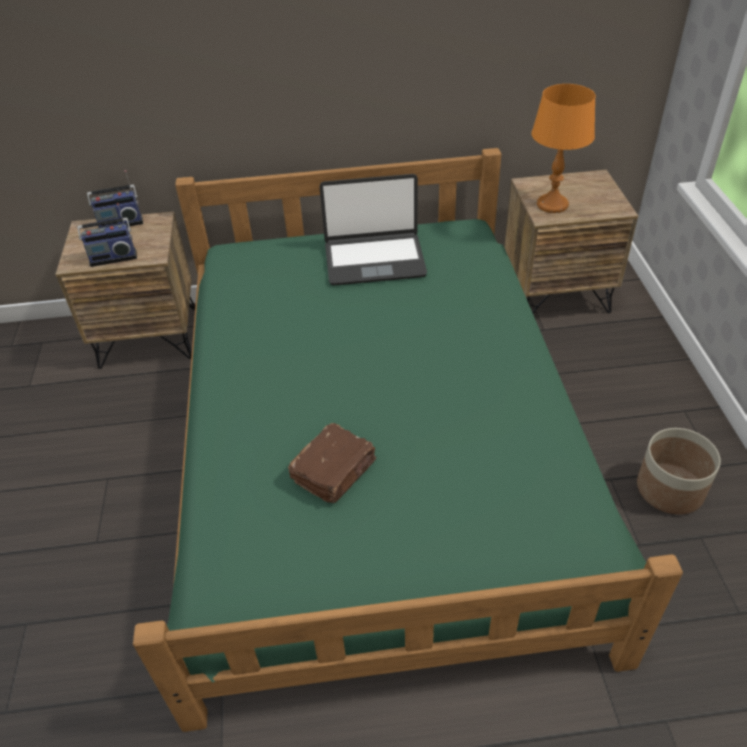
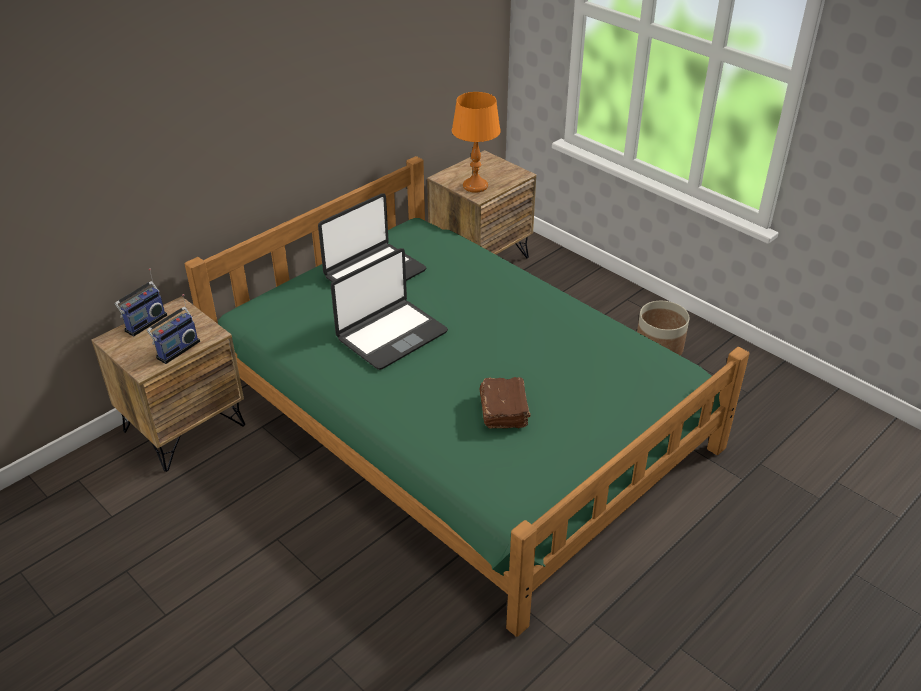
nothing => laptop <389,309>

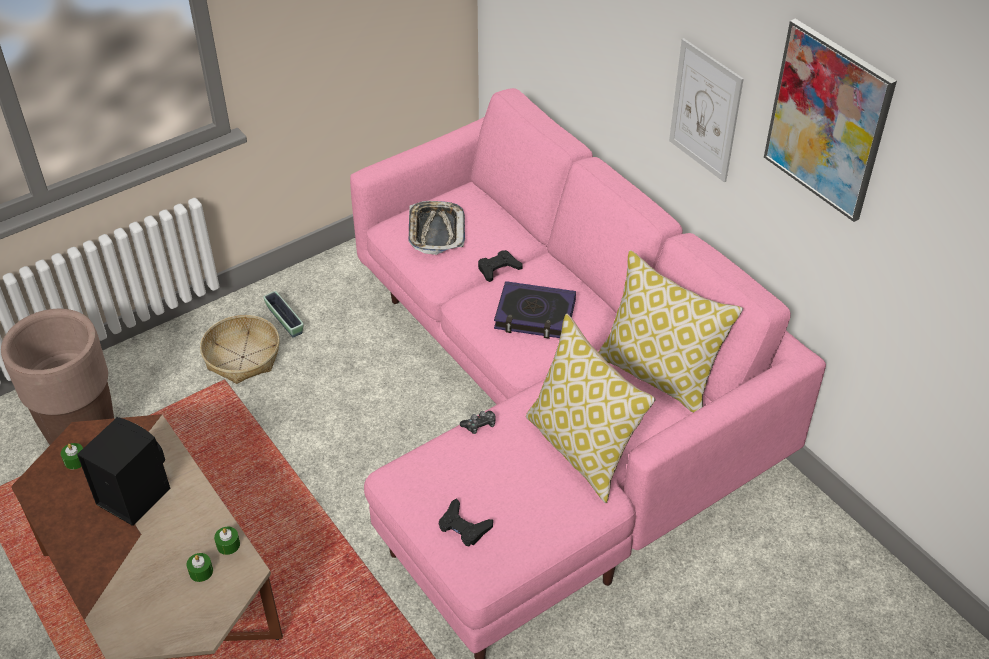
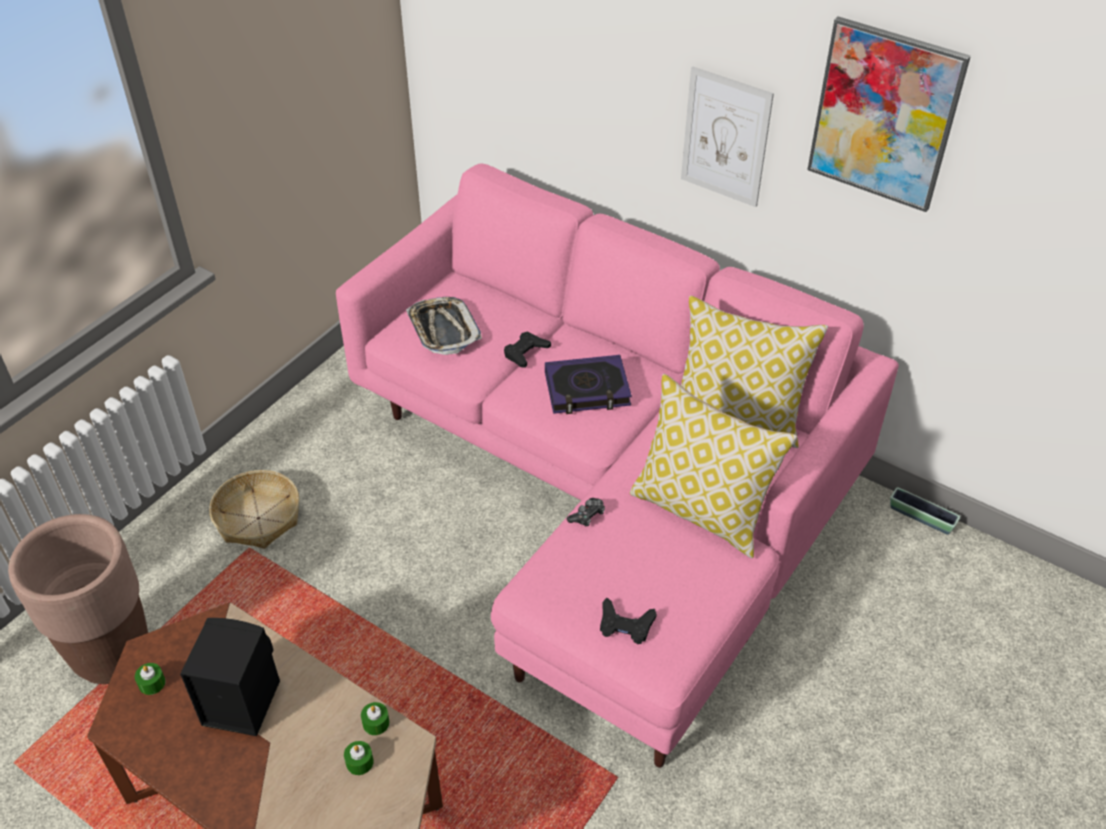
planter <283,314> => planter <925,511>, moved

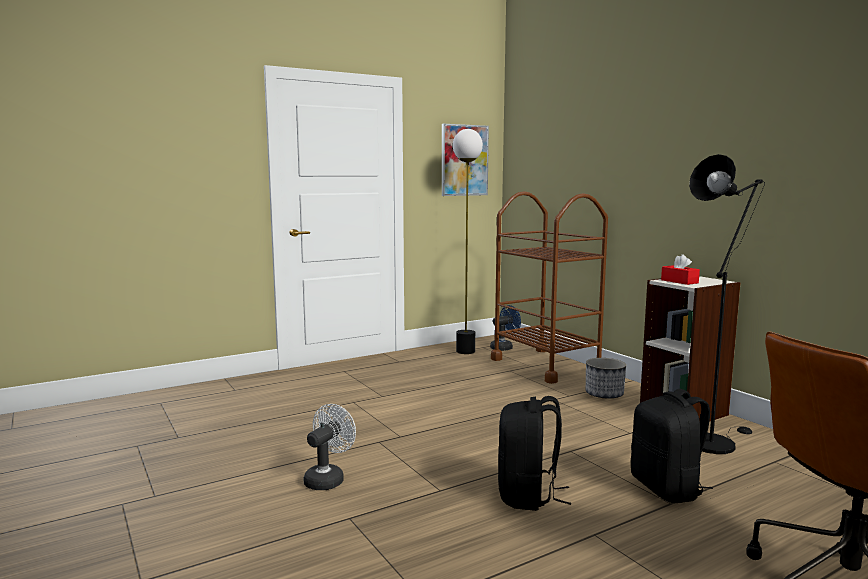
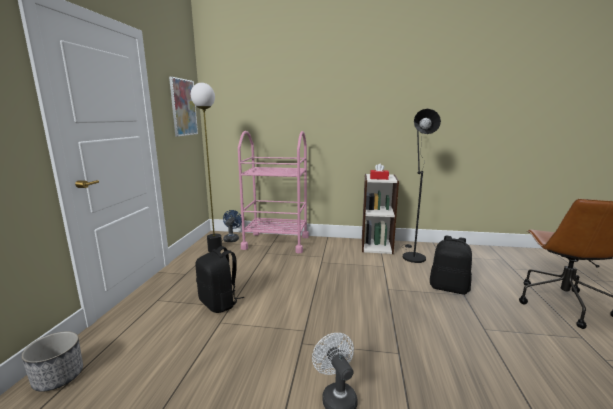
brown cart <549,287> => pink cart <273,192>
planter <606,378> => planter <52,361>, moved
black backpack <534,453> => black backpack <219,279>, moved

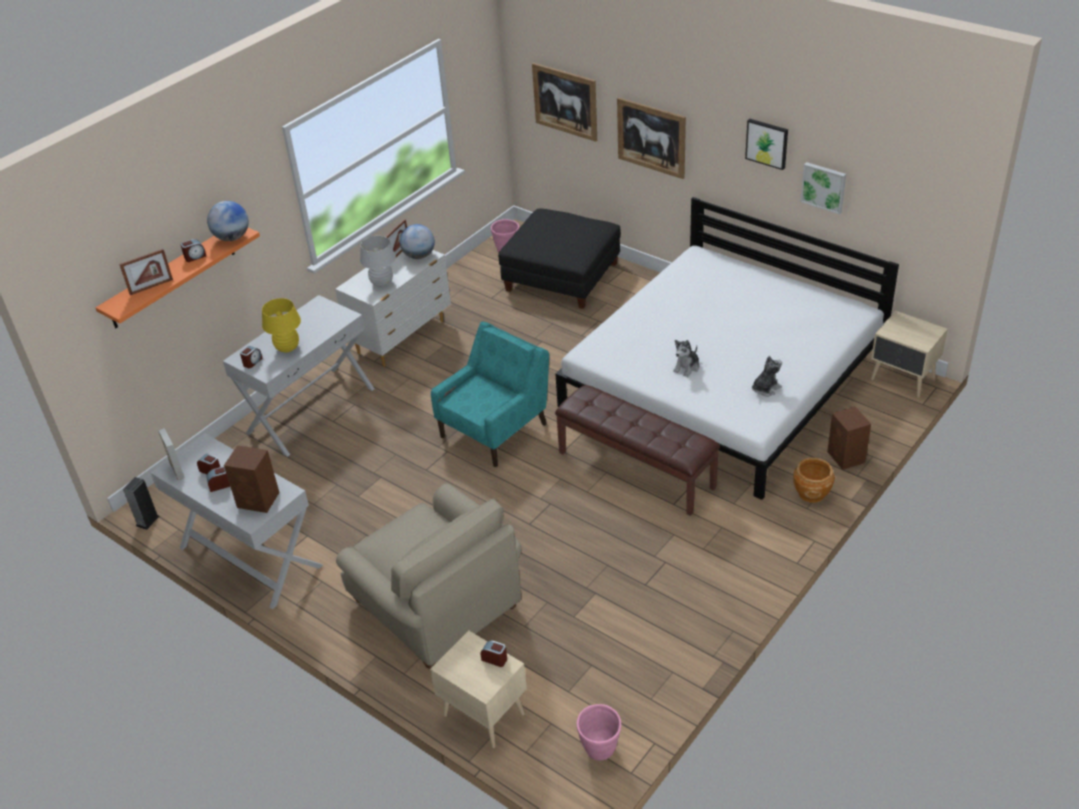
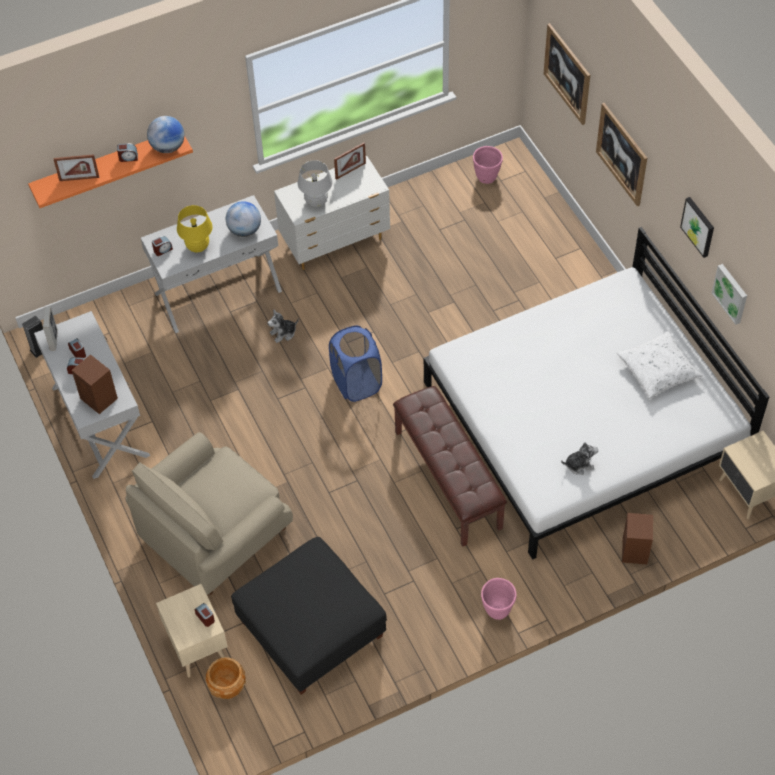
black ottoman <559,258> => black ottoman <309,616>, moved
globe <417,241> => globe <243,219>, moved
turquoise armchair <490,394> => blue laundry basket <355,363>
plush toy <686,358> => plush toy <283,326>, moved
brown planter <814,480> => brown planter <226,678>, moved
beige armchair <429,576> => beige armchair <209,513>, 60 degrees clockwise
pink planter <598,732> => pink planter <499,599>, moved
nothing => white pillow <660,365>

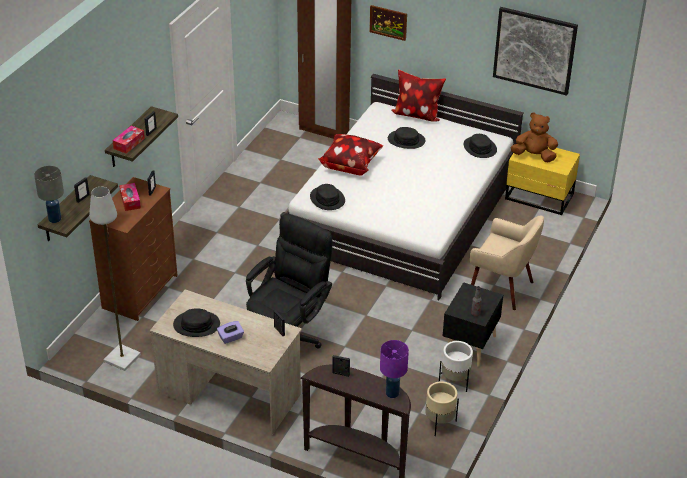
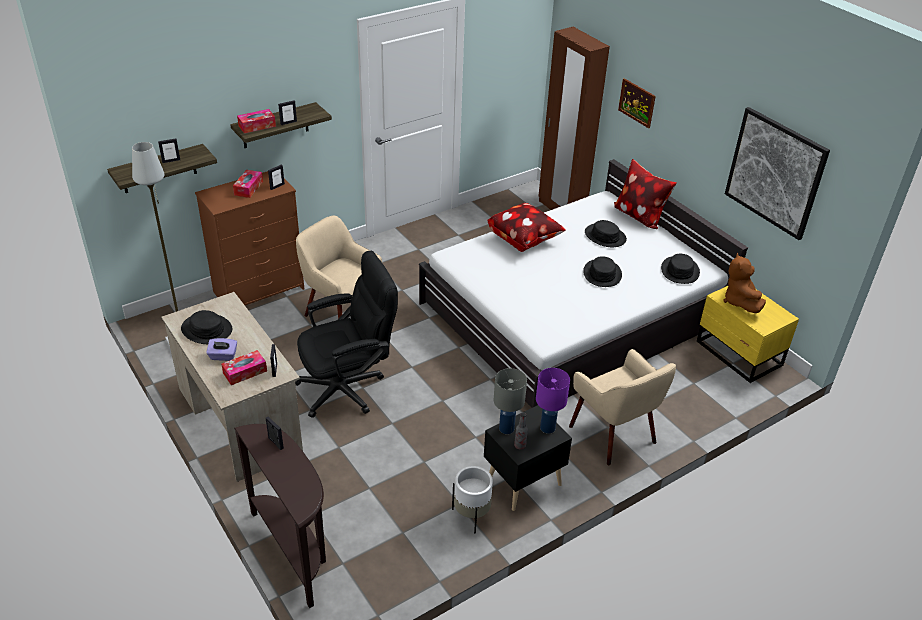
brown plush toy <534,137> => brown plush toy <745,283>, 135 degrees counterclockwise
grey table lamp <49,194> => grey table lamp <510,401>, moved
black hat <327,197> => black hat <602,271>, moved
purple table lamp <394,369> => purple table lamp <553,401>, moved
beige planter <442,408> => nothing
nothing => beige armchair <339,267>
nothing => tissue box <244,367>

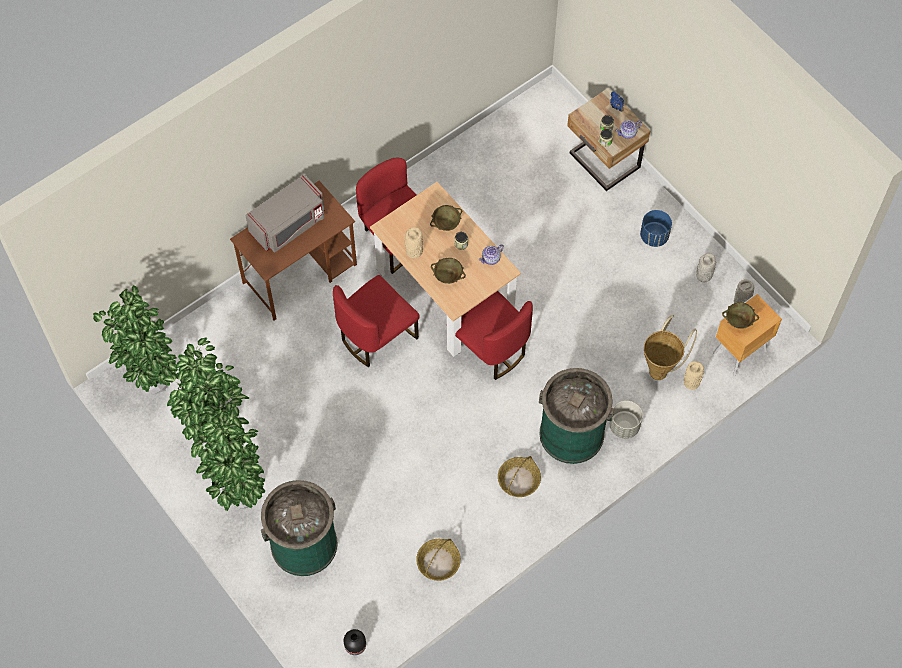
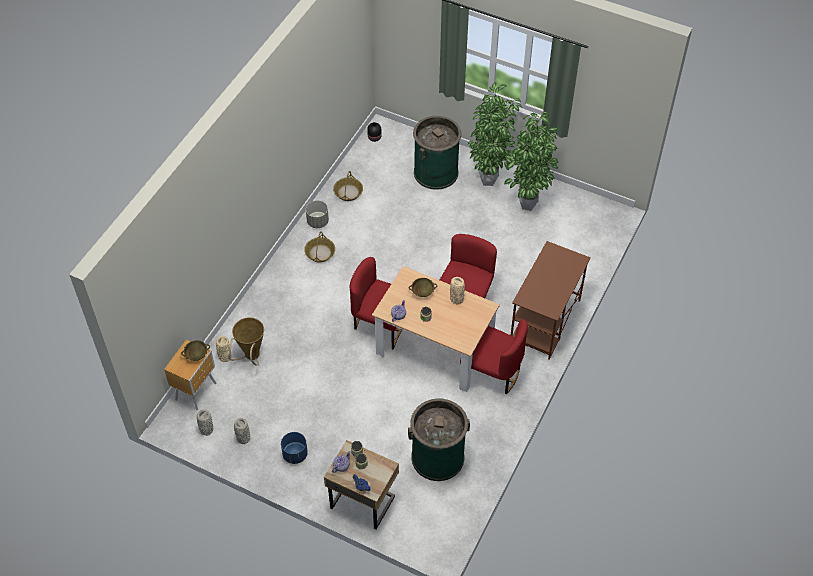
grey microwave <285,213> => nothing
beige bowl <446,218> => nothing
potted plant <135,339> => nothing
green trash can <576,416> => green trash can <439,439>, moved
grey planter <626,420> => grey planter <317,214>, moved

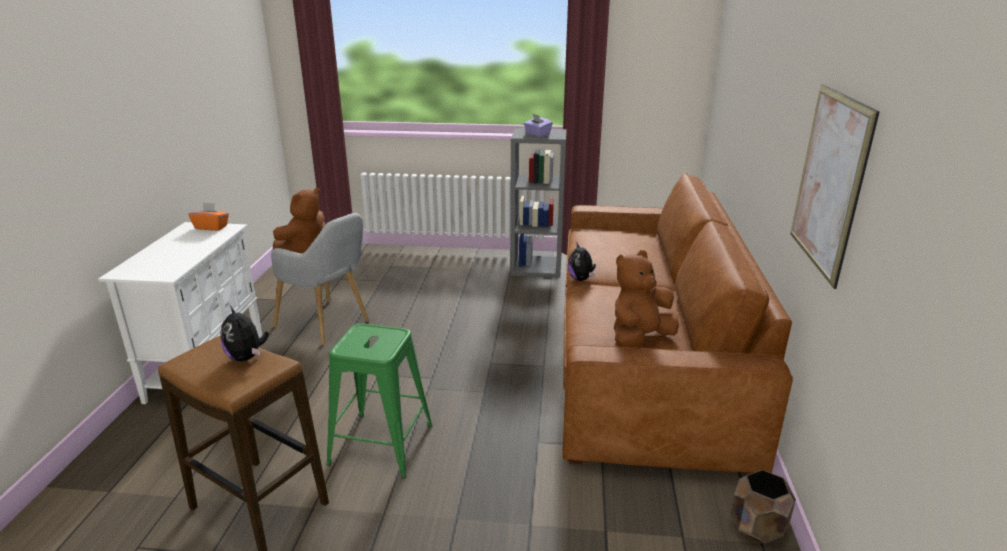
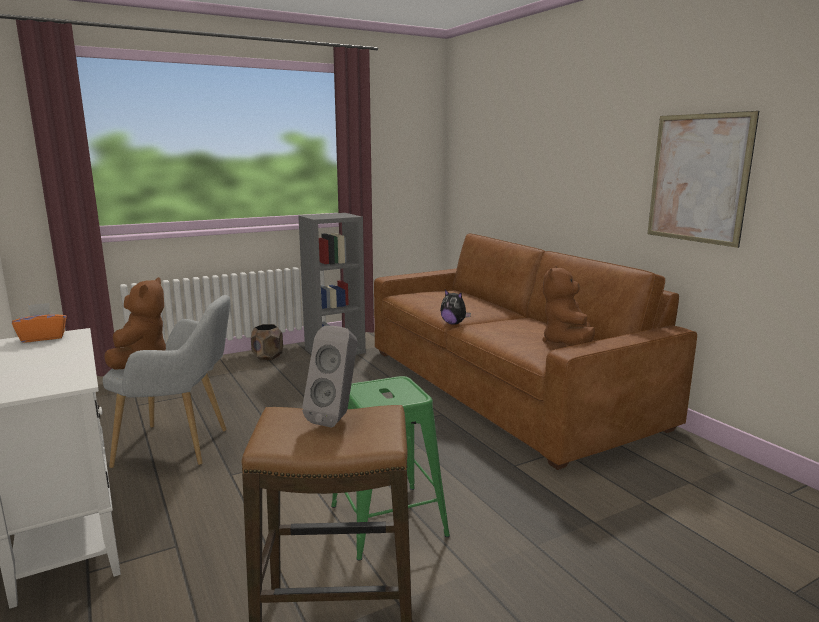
purple tissue box <538,125> => nothing
plush toy <244,333> => grey speaker <330,377>
brown planter <763,507> => brown planter <267,342>, moved

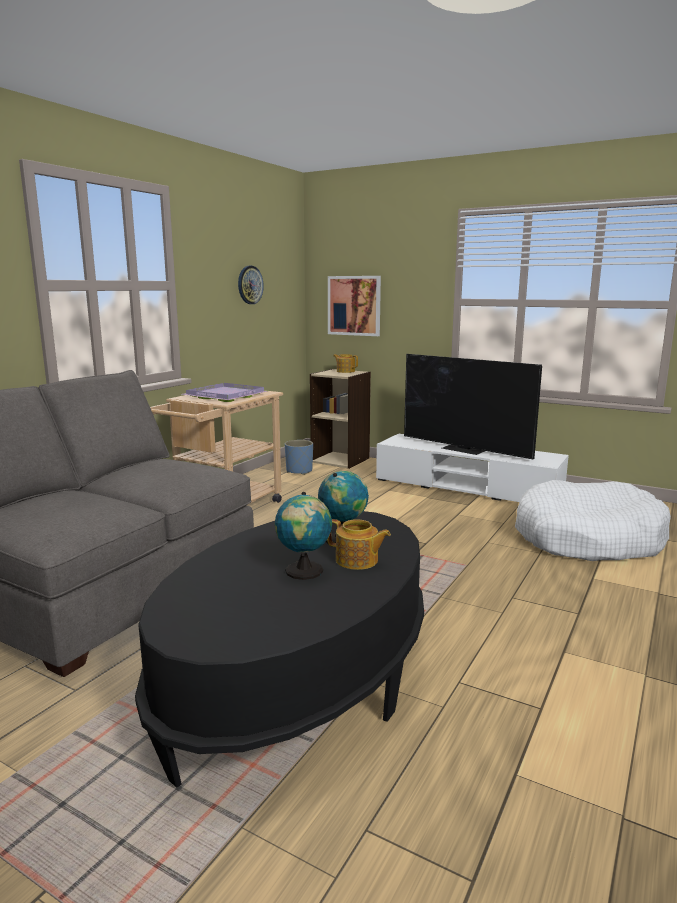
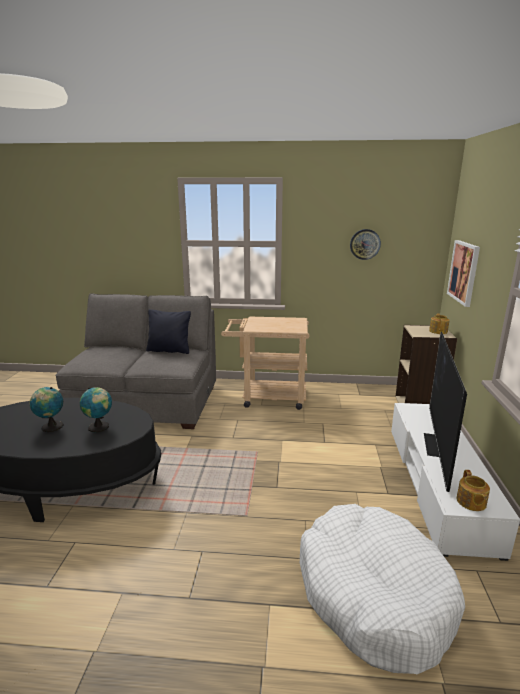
purple tray <225,392> => nothing
blue planter <299,457> => nothing
teapot <359,544> => teapot <473,490>, moved
nothing => black pillow <168,331>

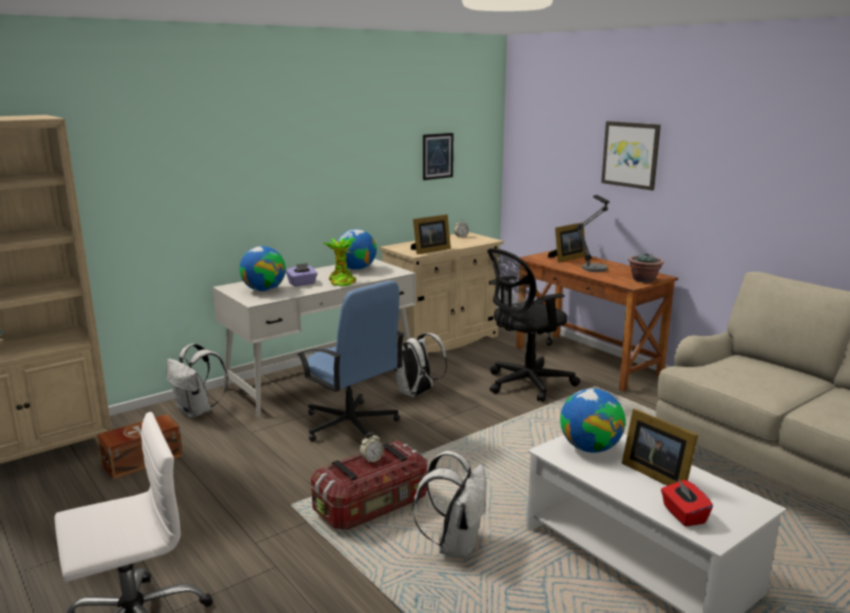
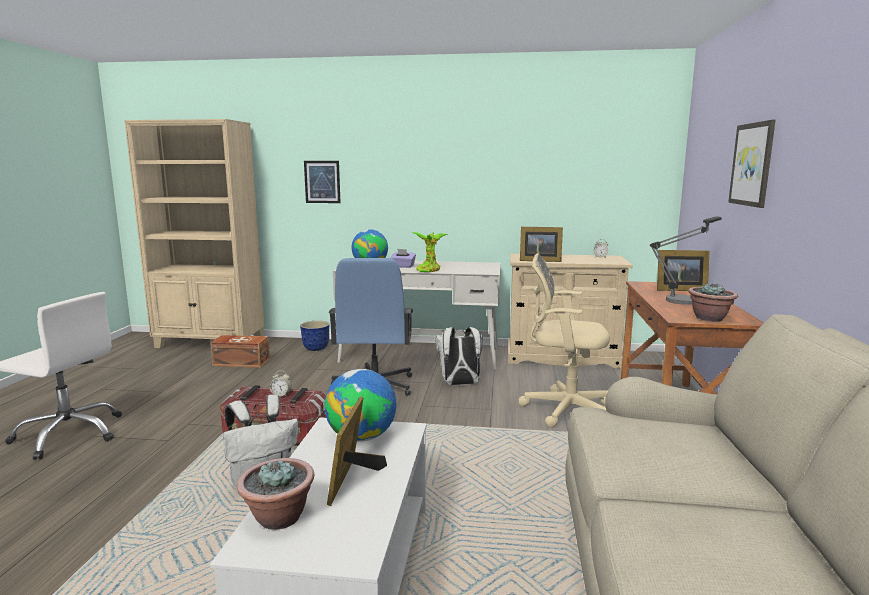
picture <438,156> => picture <322,182>, moved
globe <357,249> => nothing
black office chair <533,325> => beige office chair <564,340>
white backpack <197,381> => planter <314,336>
red tissue box <687,502> => potted plant <276,494>

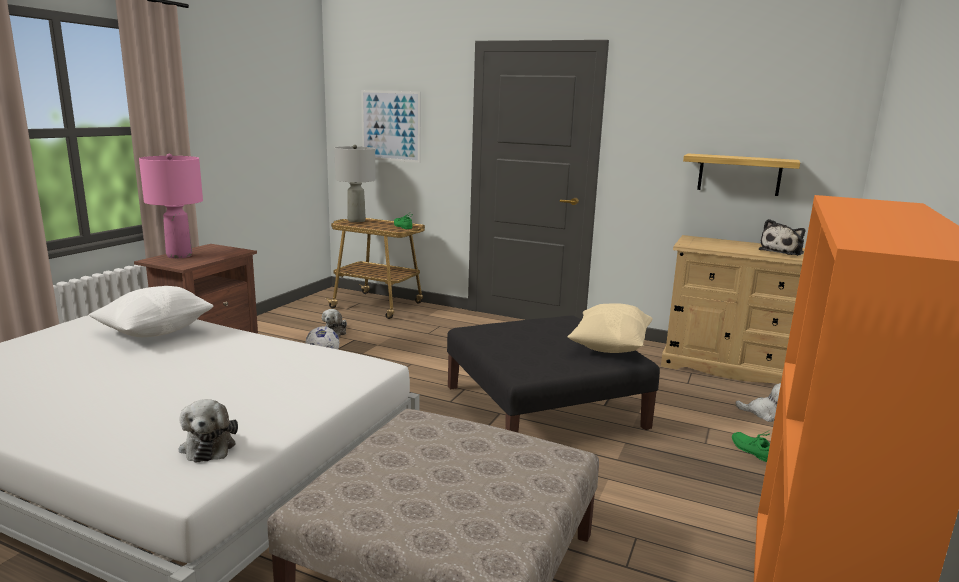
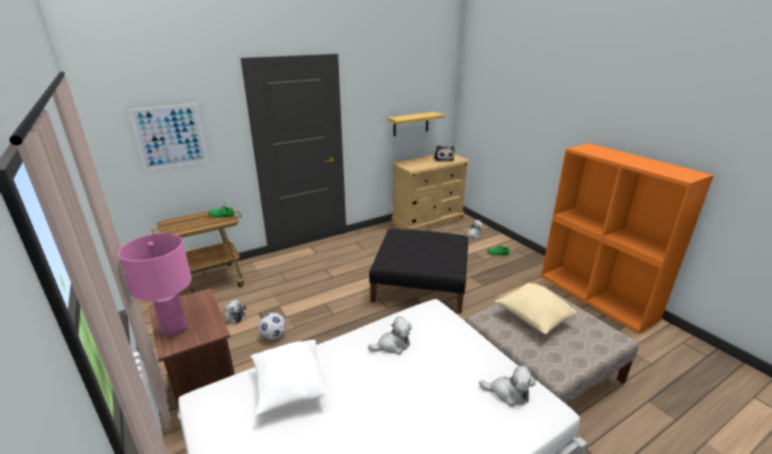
grey table lamp <355,183> => nothing
beige pillow <609,328> => beige pillow <536,308>, moved
nothing => plush toy <390,336>

